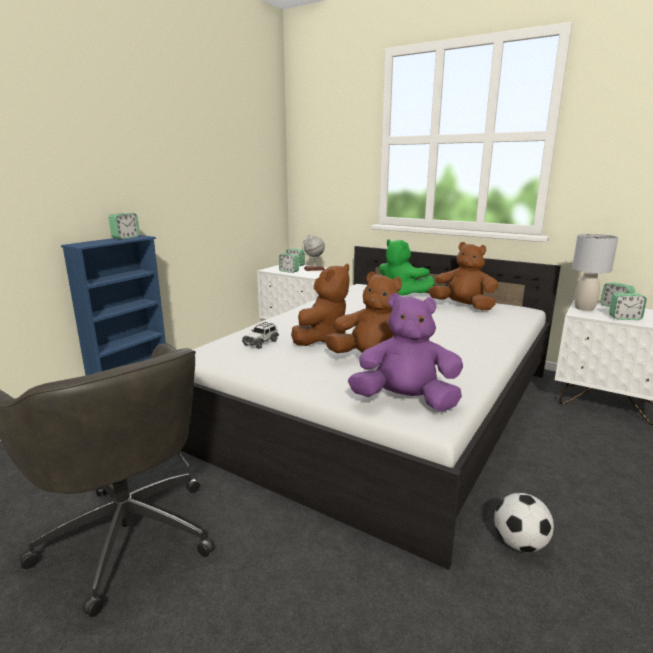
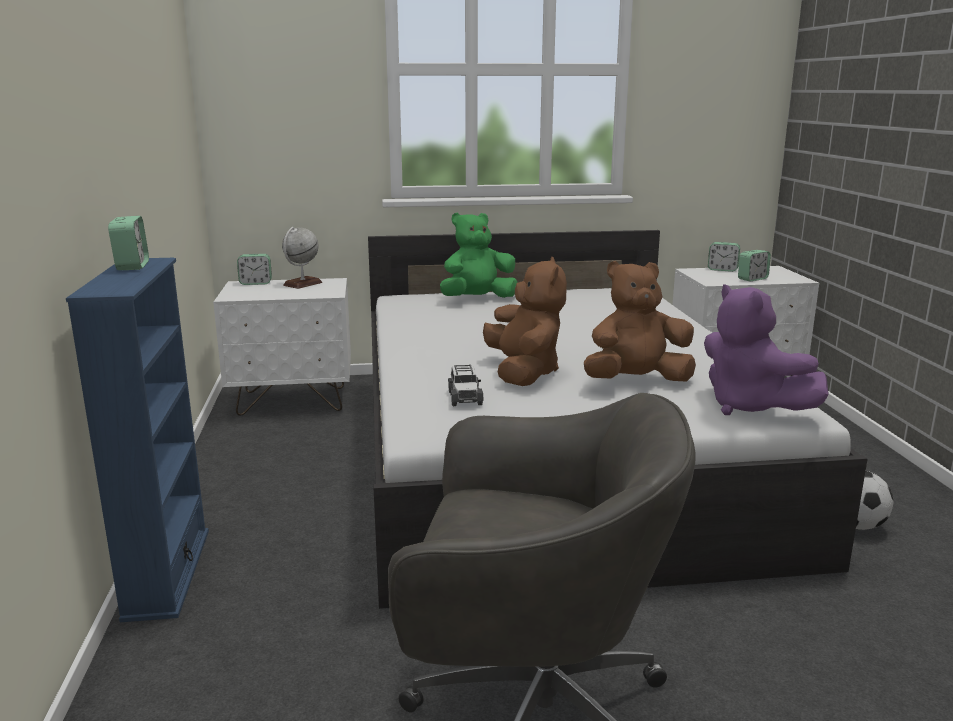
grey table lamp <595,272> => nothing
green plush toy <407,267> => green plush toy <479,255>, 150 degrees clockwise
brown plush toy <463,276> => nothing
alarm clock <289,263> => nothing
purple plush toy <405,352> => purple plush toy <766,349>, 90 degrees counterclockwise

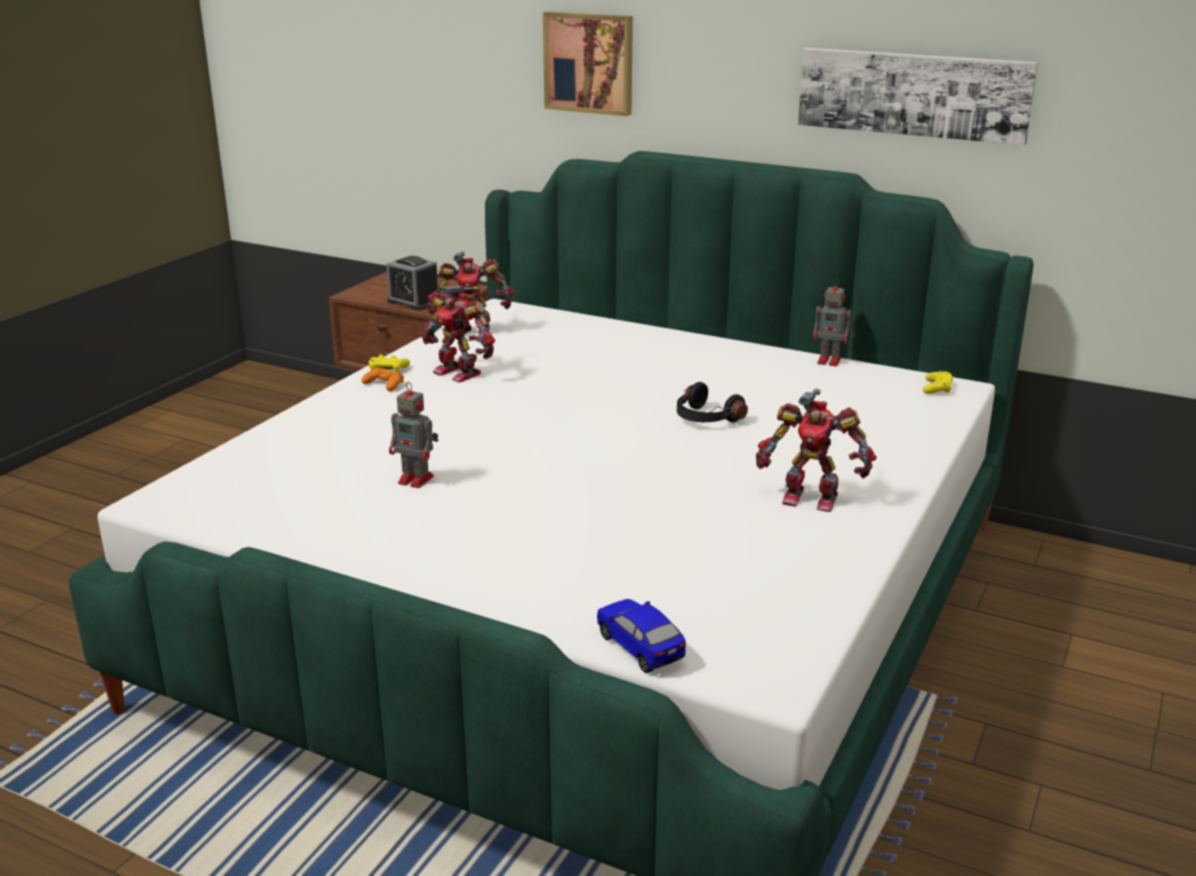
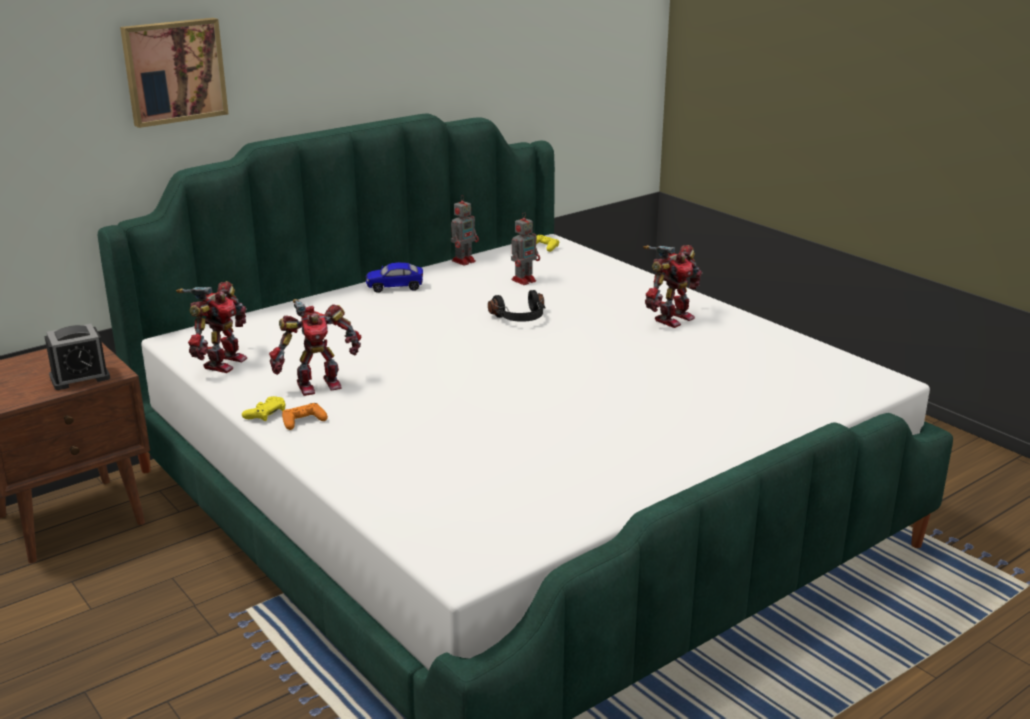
picture <918,96> => nothing
toy robot <413,435> => toy robot <525,248>, moved
toy car <641,636> => toy car <394,277>, moved

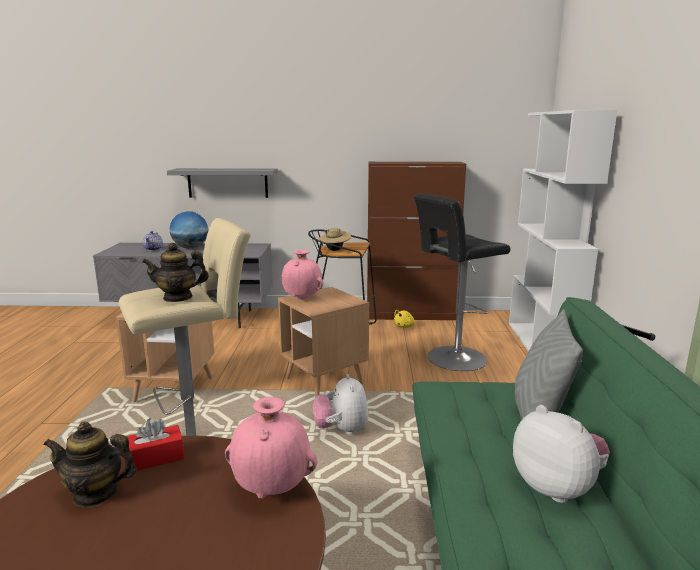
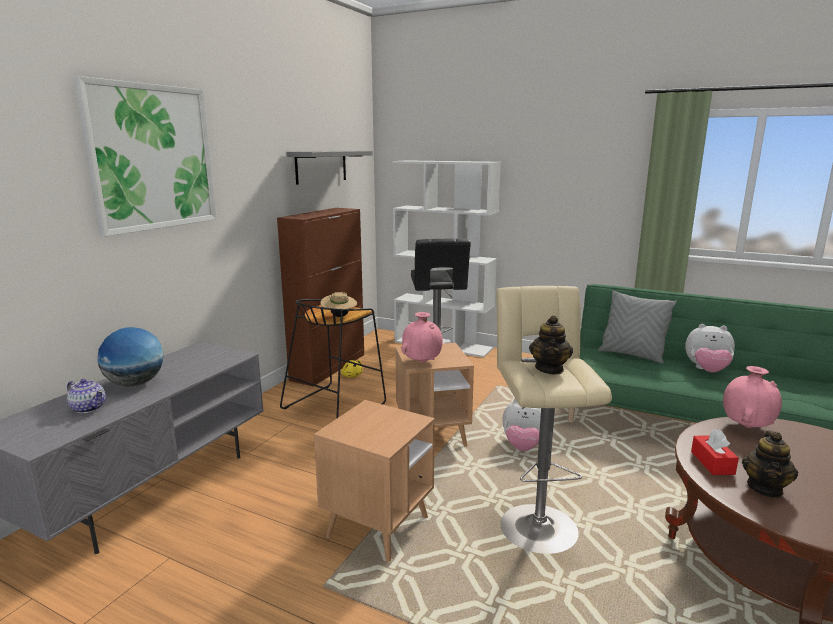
grey shelf <222,183> => grey shelf <330,168>, moved
plush toy <561,454> => plush toy <710,348>, 150 degrees counterclockwise
nothing => picture <145,156>

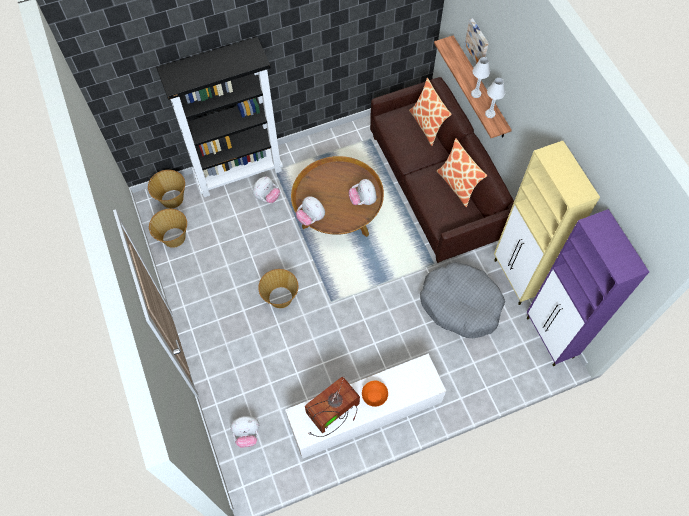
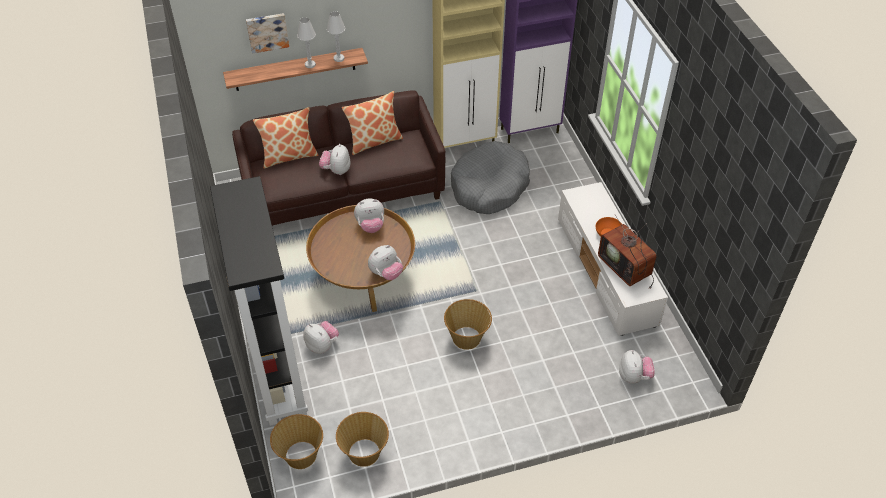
nothing => plush toy <334,159>

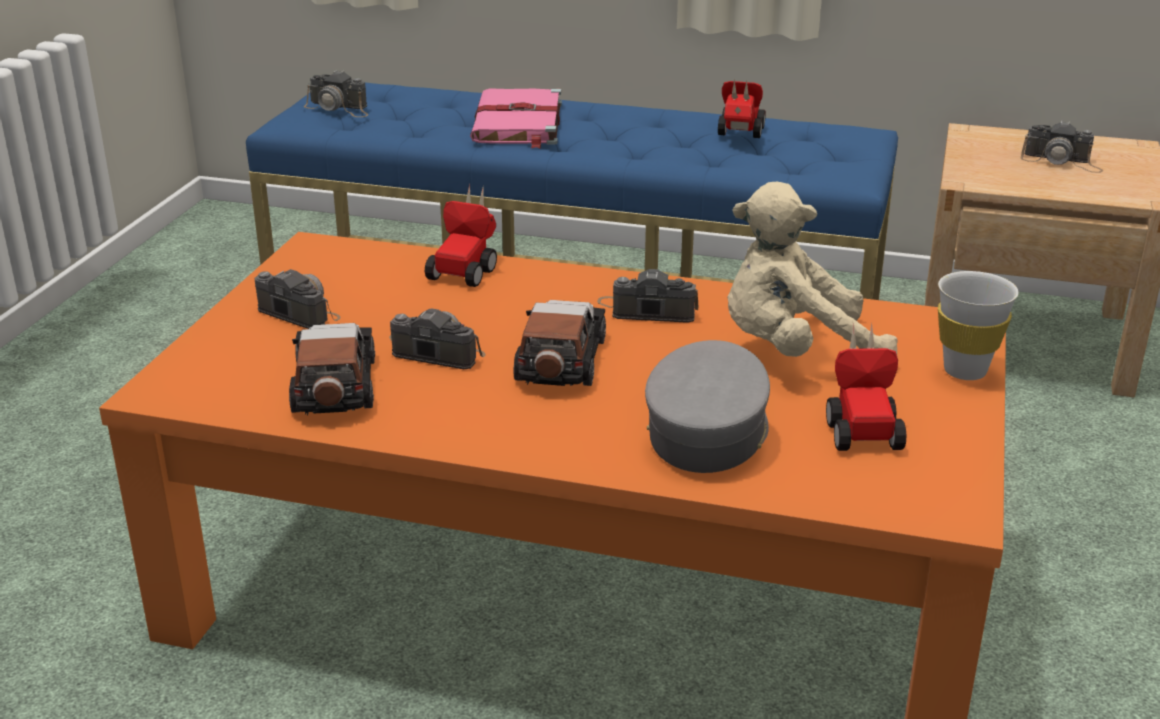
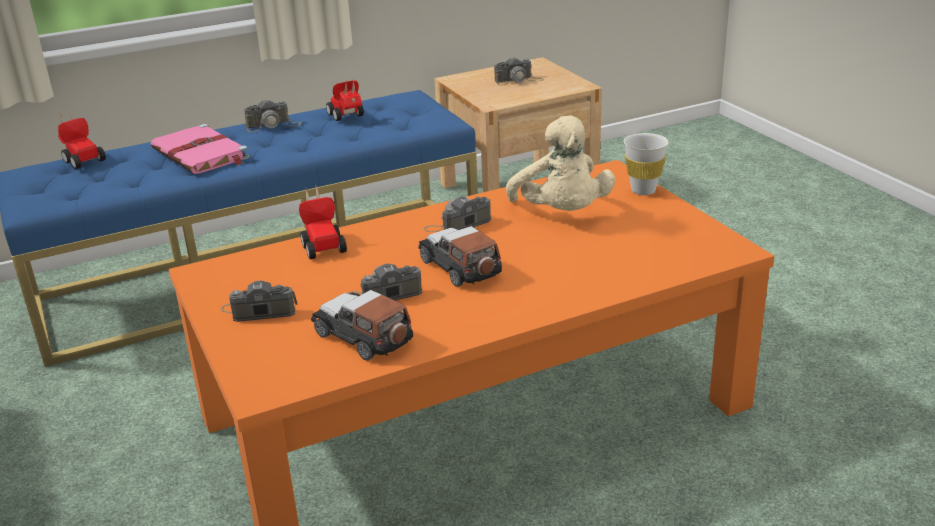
photo camera <336,93> => photo camera <272,116>, moved
beige plush toy <812,269> => beige plush toy <560,163>, 60 degrees counterclockwise
toy car <866,387> => toy car <82,140>, moved
grey cap <707,406> => nothing

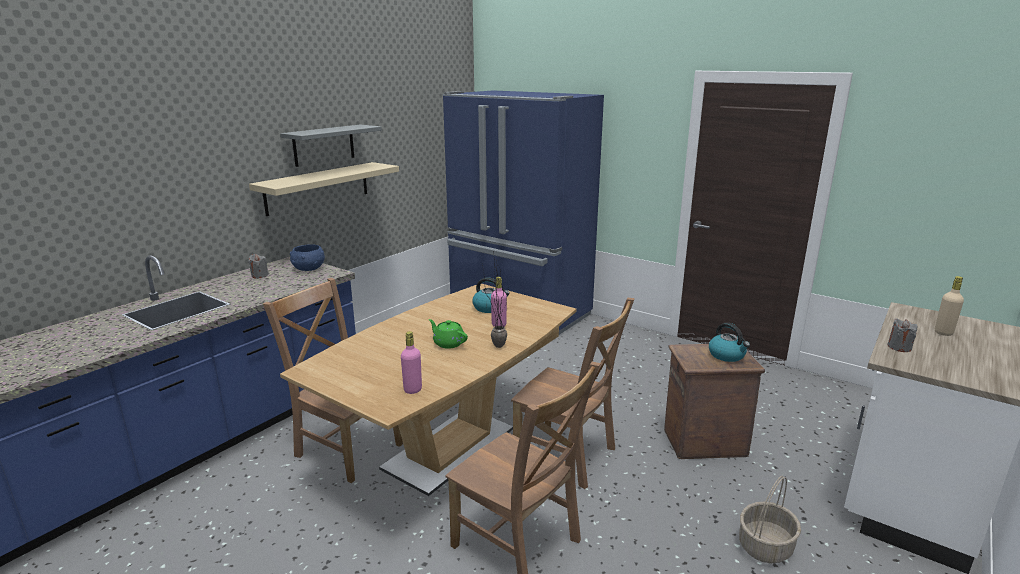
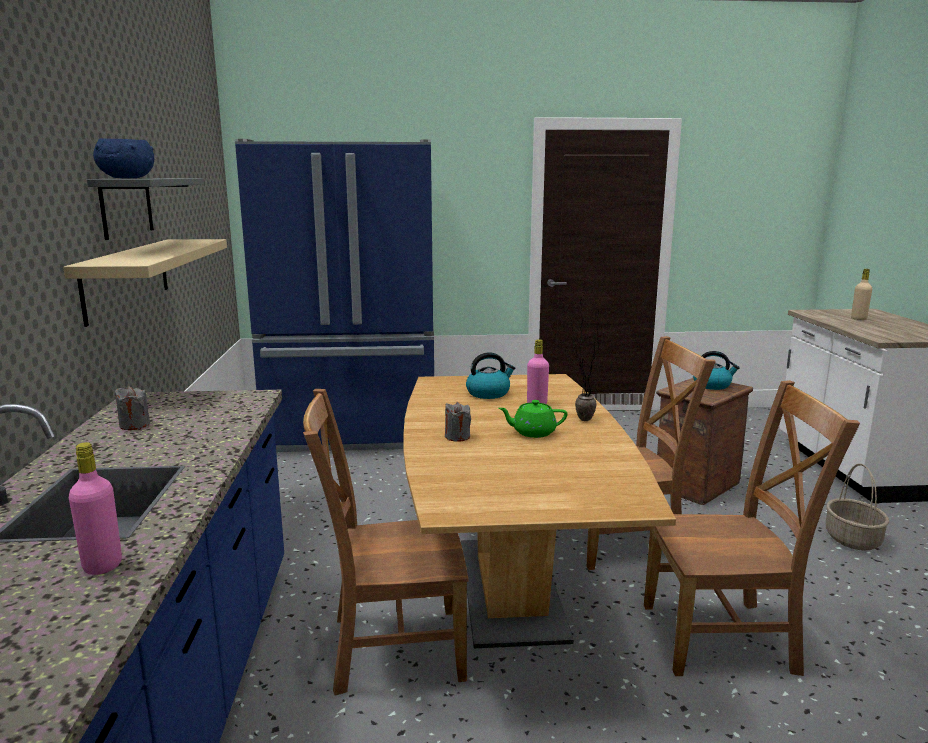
blue bowl <307,257> => blue bowl <123,158>, moved
grey candle <902,335> => grey candle <458,422>, moved
pink bottle <411,362> => pink bottle <95,508>, moved

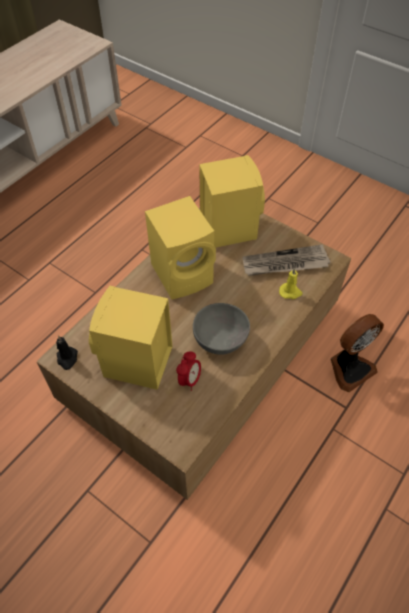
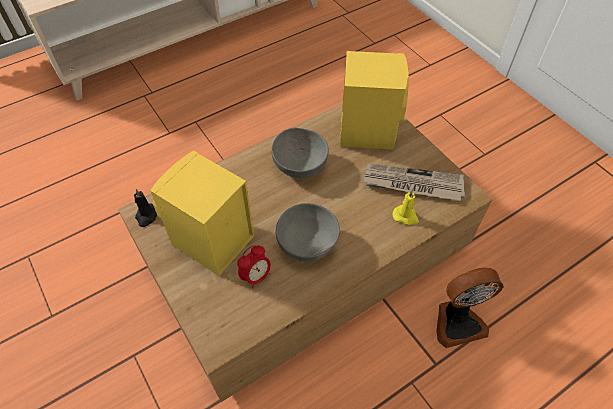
yellow speaker <180,248> => grey bowl <300,152>

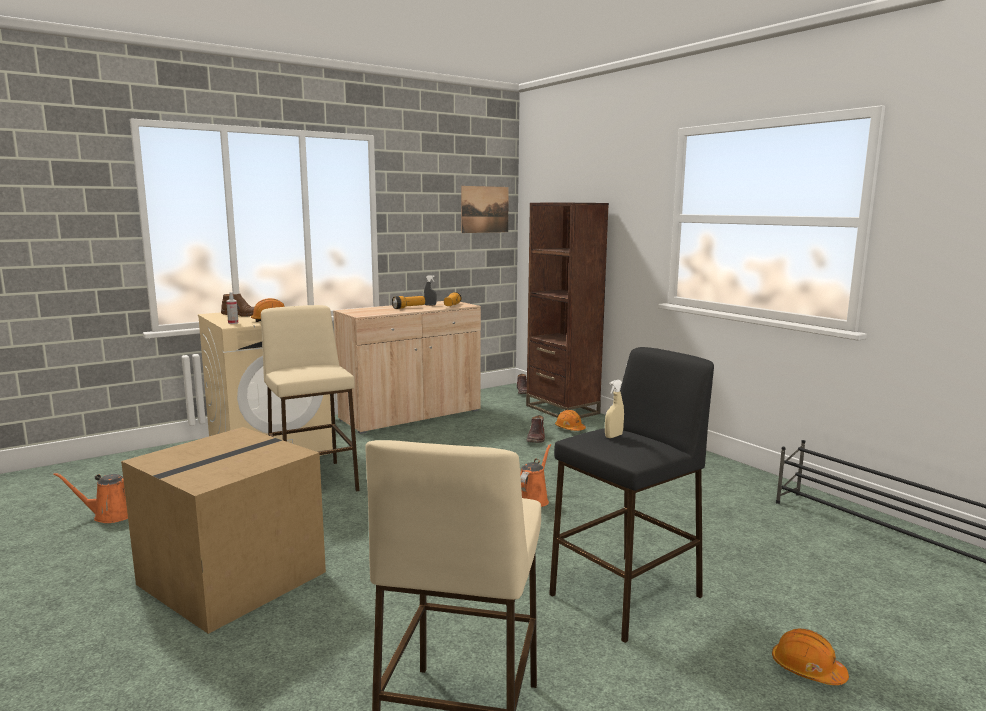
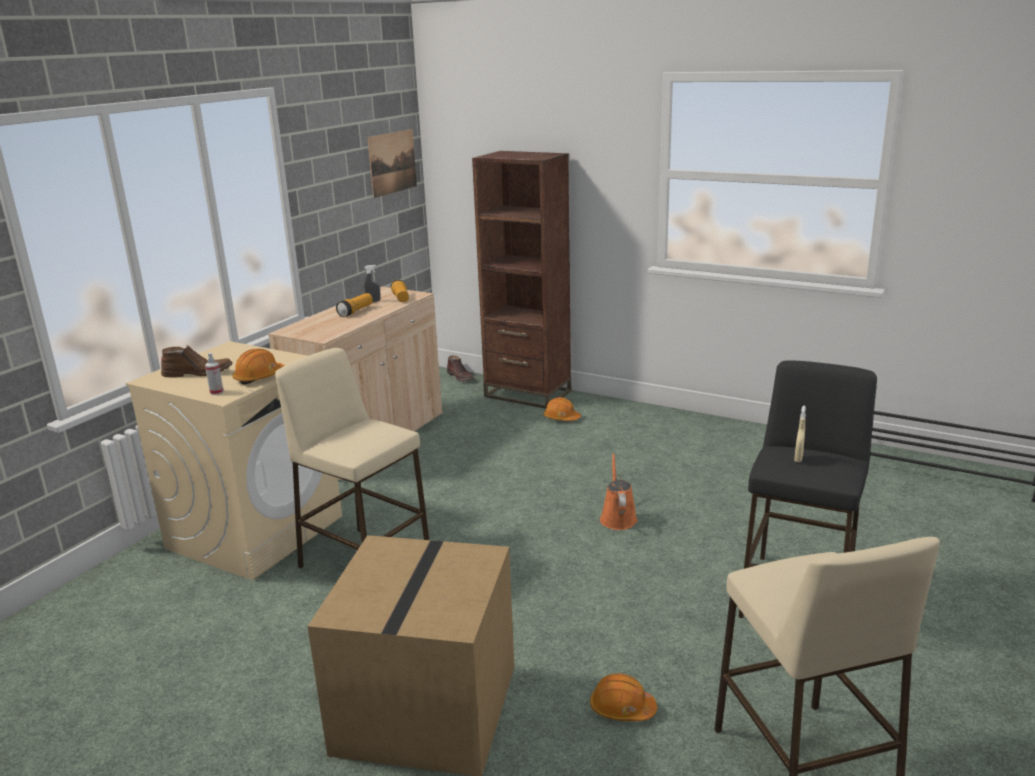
brown boot <536,429> => nothing
orange watering can <90,498> => nothing
orange hard hat <810,657> => orange hard hat <623,697>, moved

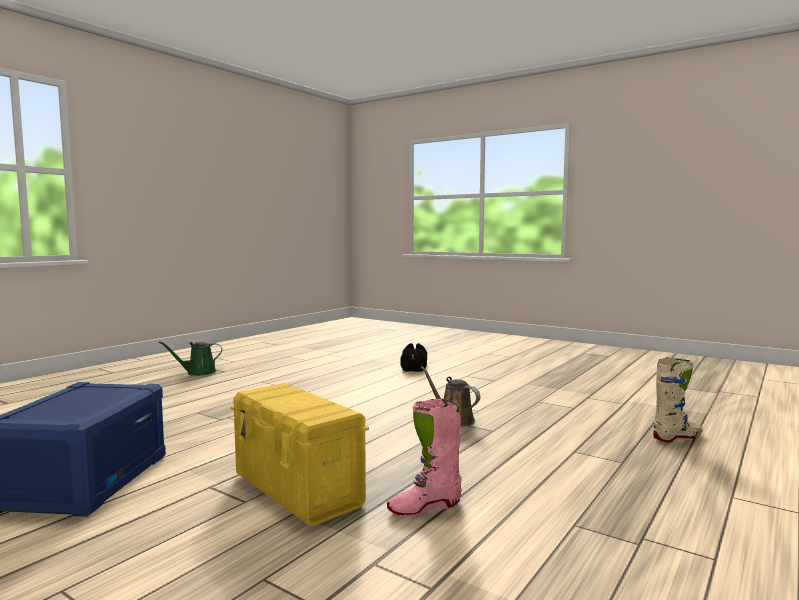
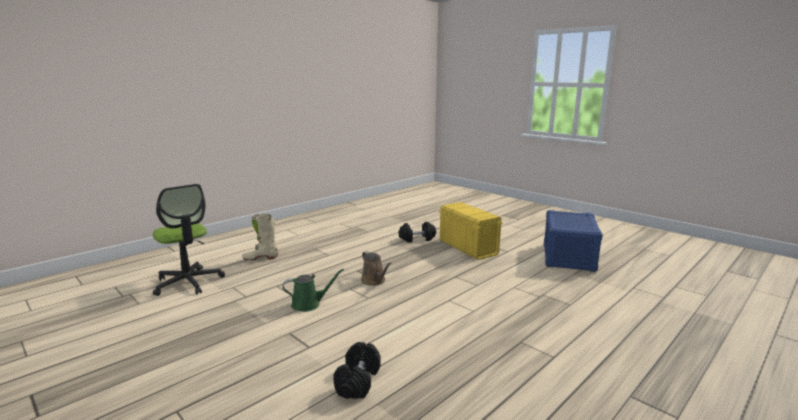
green watering can <190,358> => green watering can <313,290>, moved
pink boot <424,457> => black dumbbell <417,232>
nothing => office chair <189,240>

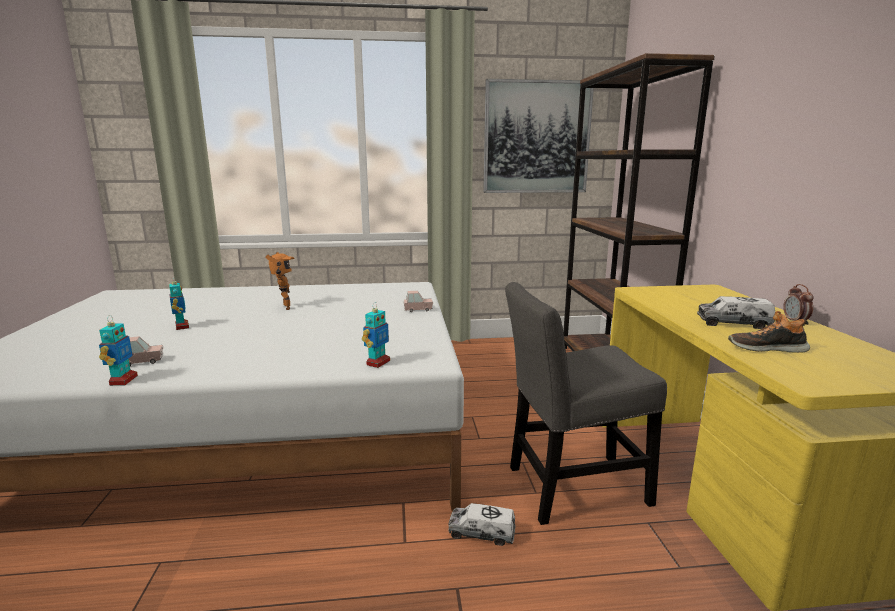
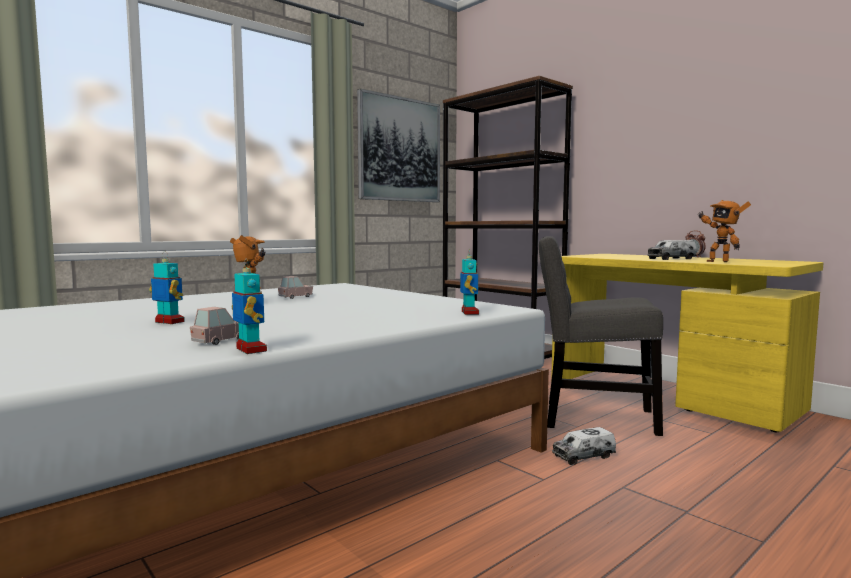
grey chair <586,403> => grey chair <601,336>, 60 degrees clockwise
pink toy car <418,301> => pink toy car <295,287>, moved
shoe <769,332> => toy robot <724,231>

